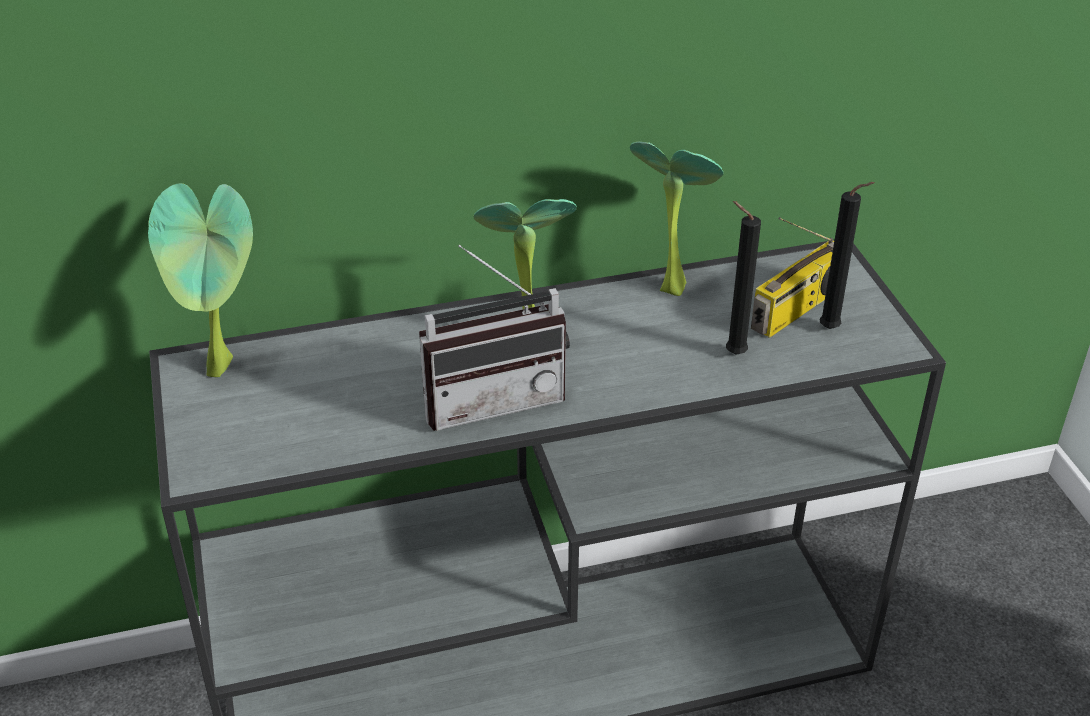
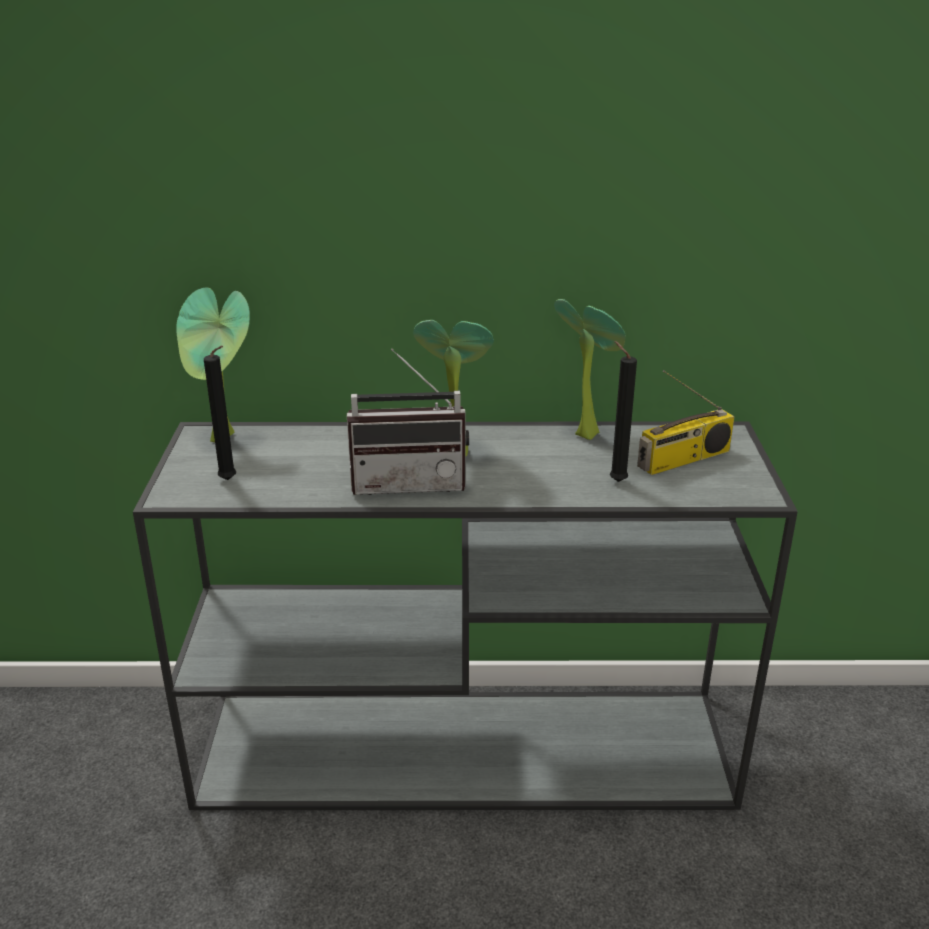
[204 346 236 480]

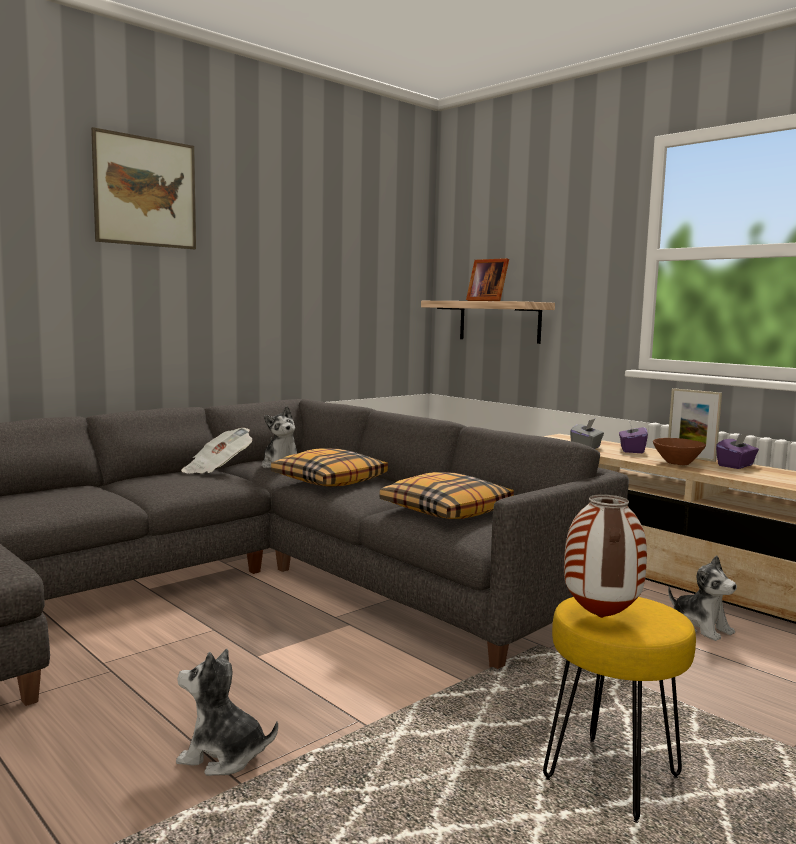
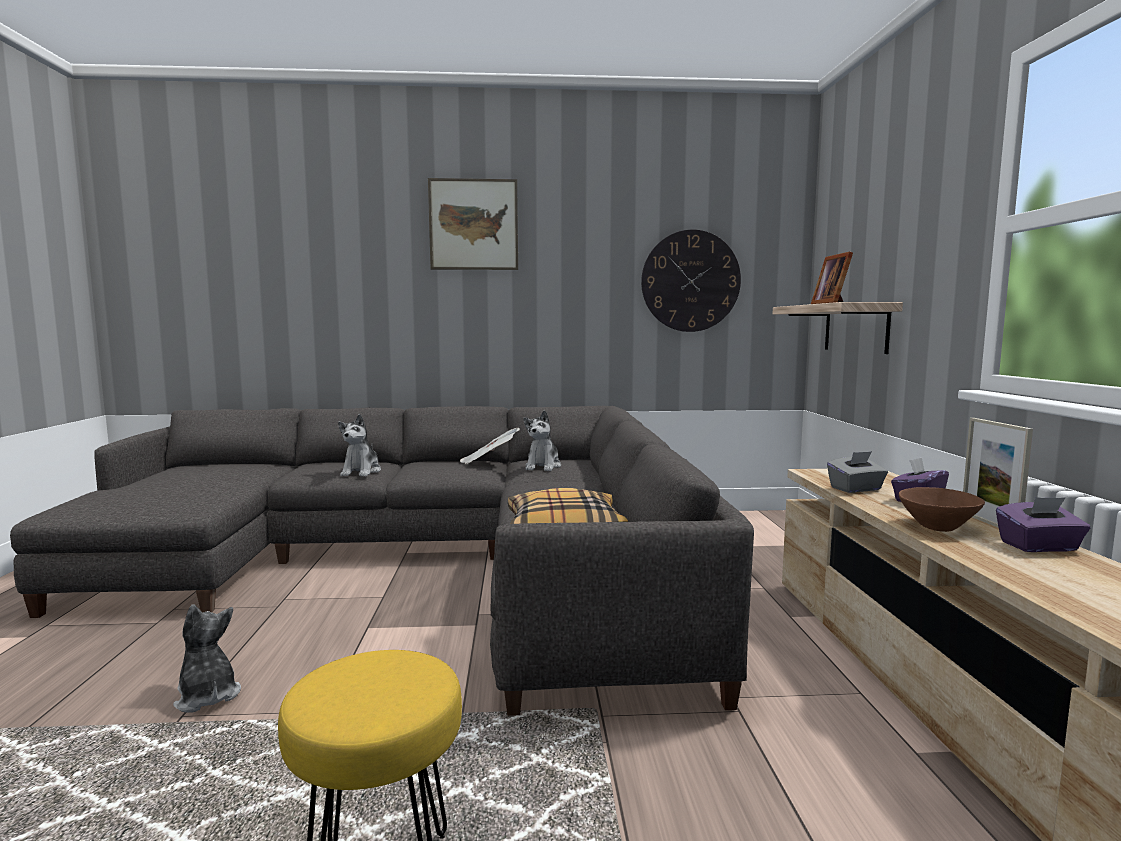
[271 449 388 487] (first image)
[564 494 647 618] (first image)
[338 414 381 476]
[641 230 741 332]

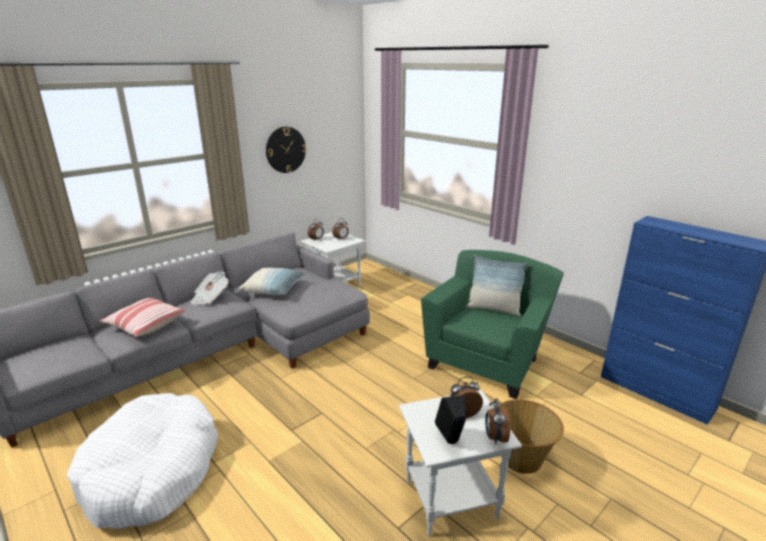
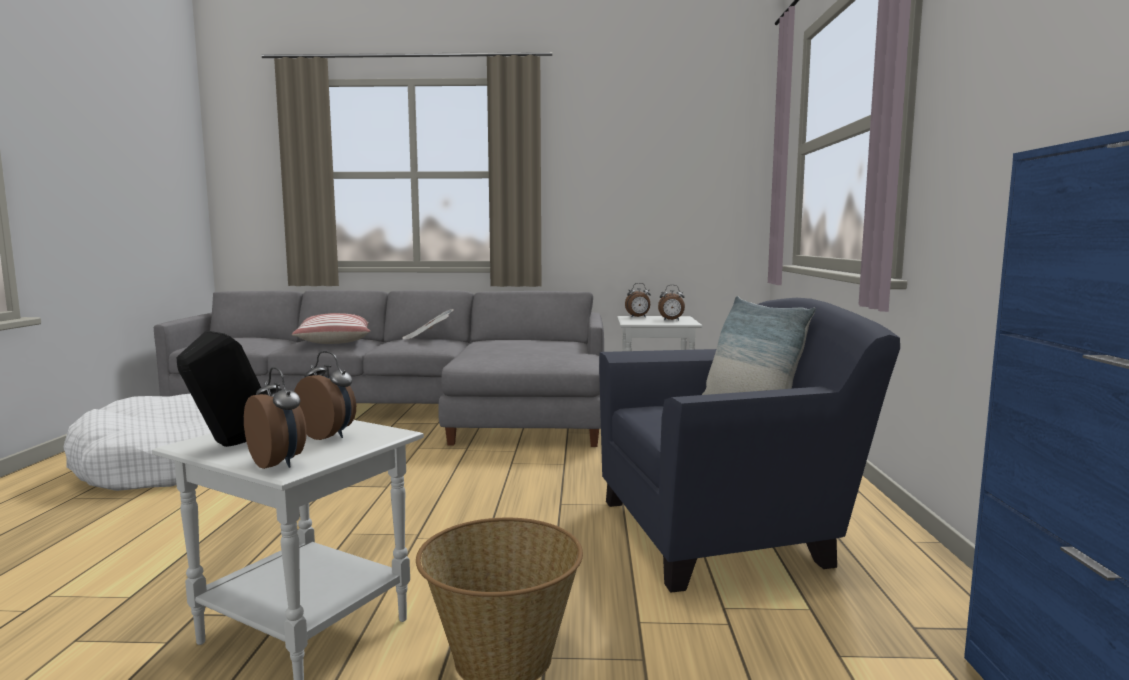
[239 268 306 295] (first image)
[266 127 306 173] (first image)
[599 298 900 593]
[244 367 307 469]

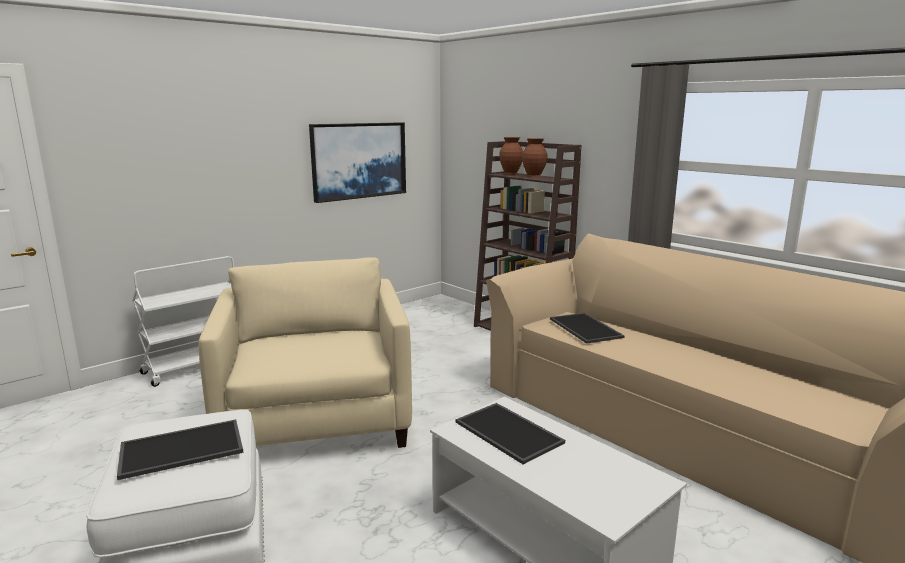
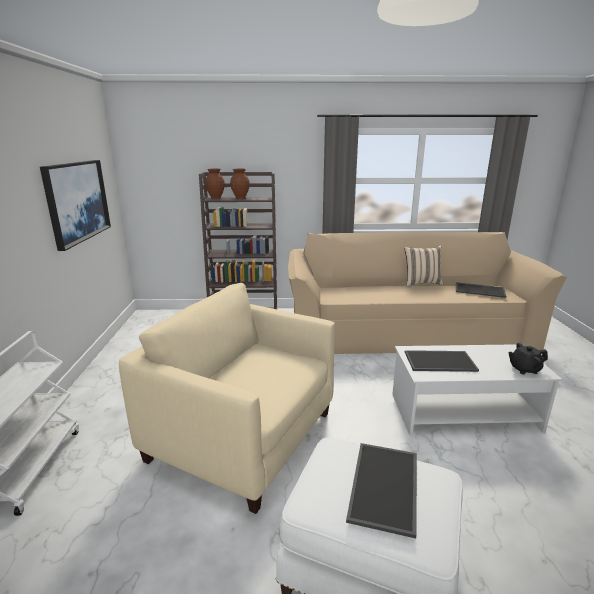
[456 282 506 298]
[404 245 443 287]
[508 343 548 374]

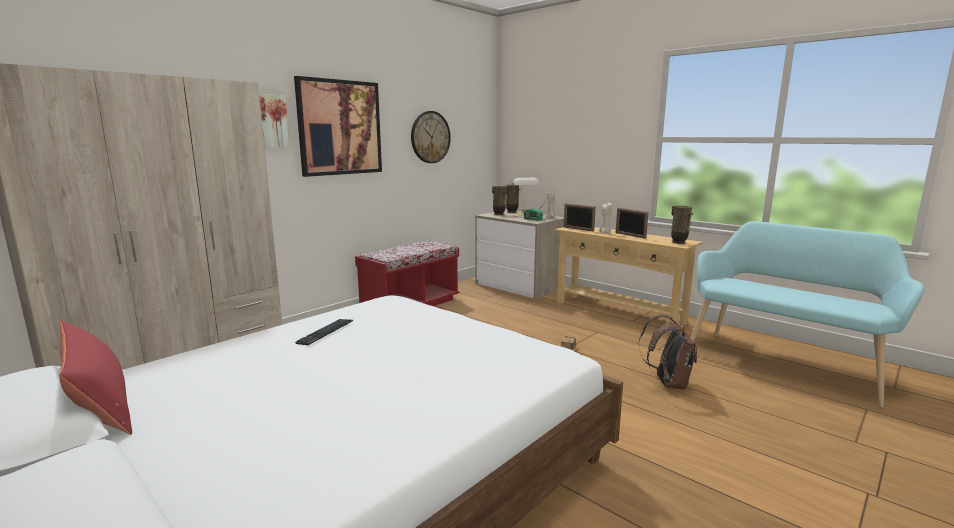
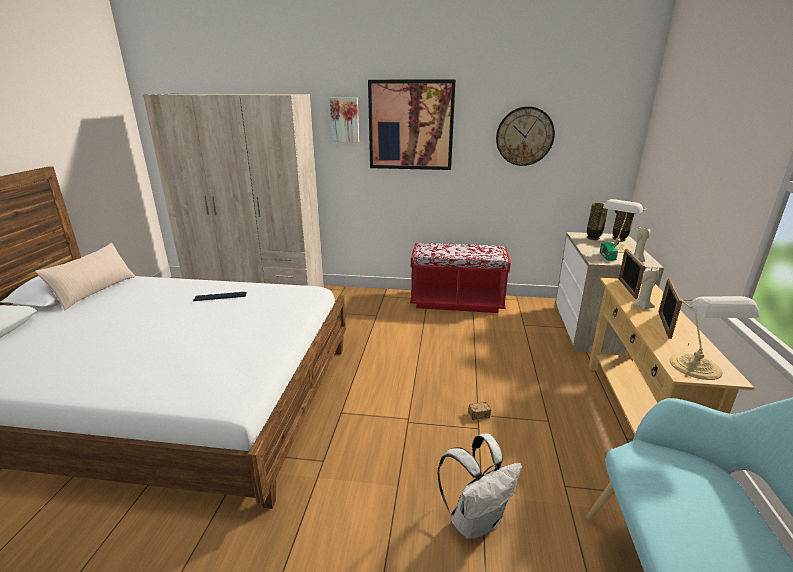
[35 243 136 310]
[437 434 522 540]
[669 296 760 380]

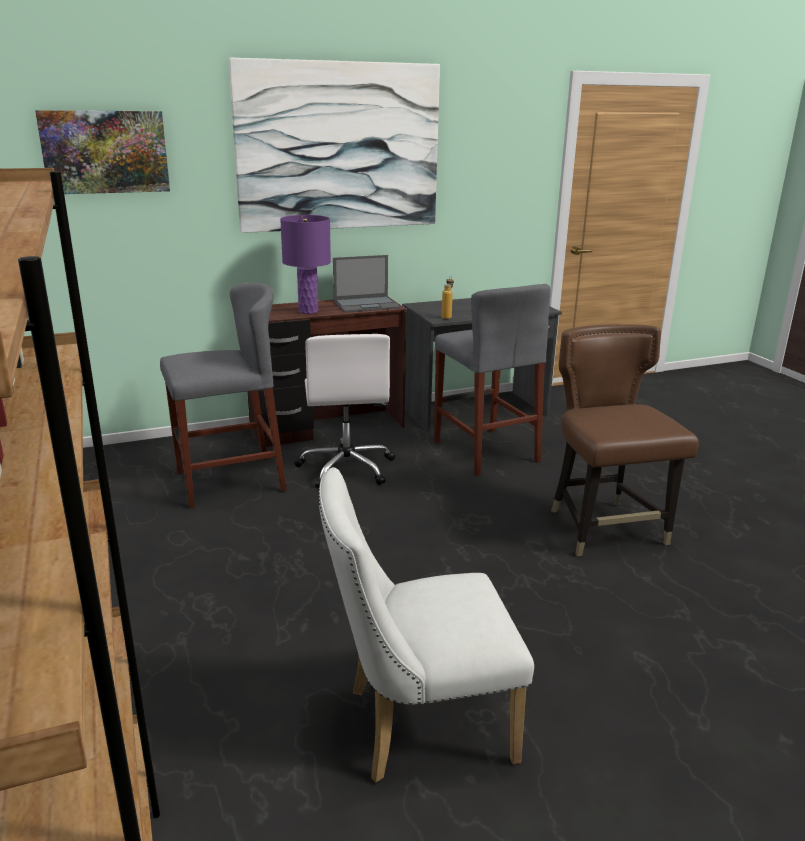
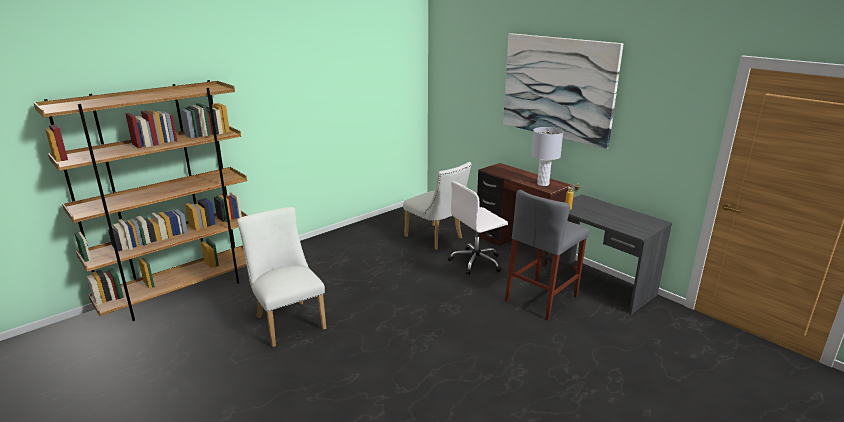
[35 110 170 194] (first image)
[403 162 472 250]
[280 215 331 314] (first image)
[531 127 563 186]
[551 324 699 556] (first image)

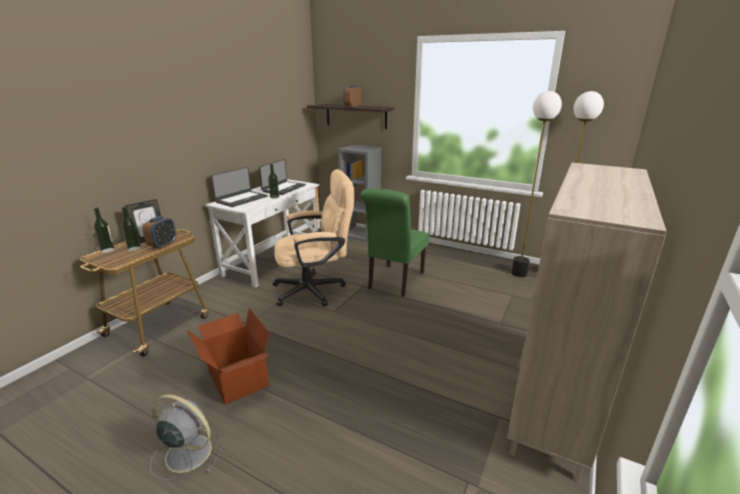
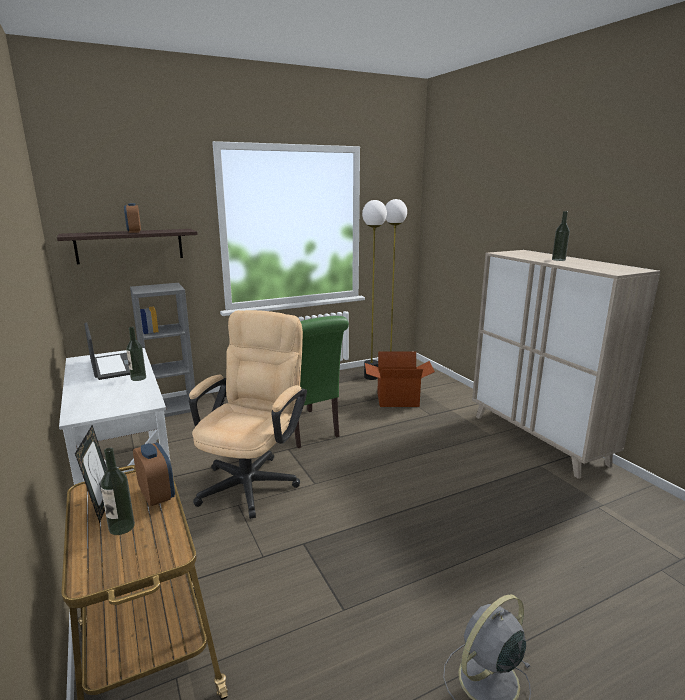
[552 211 570 261]
[365 352 435 407]
[211 167 268 207] (first image)

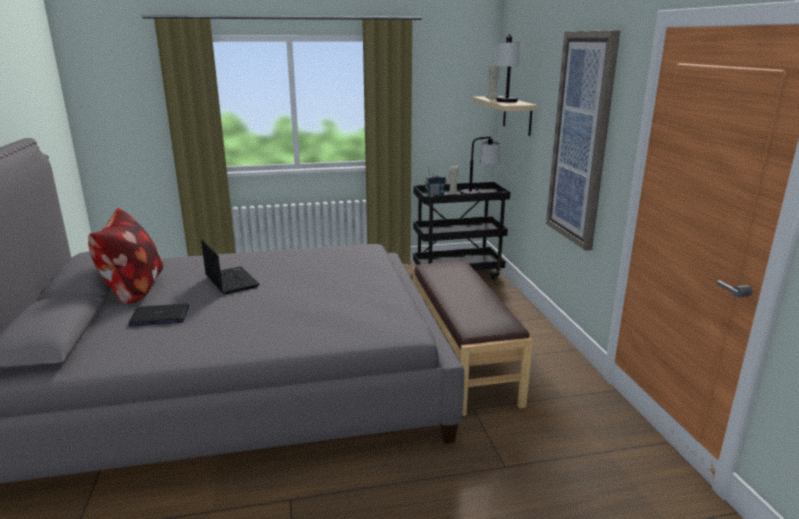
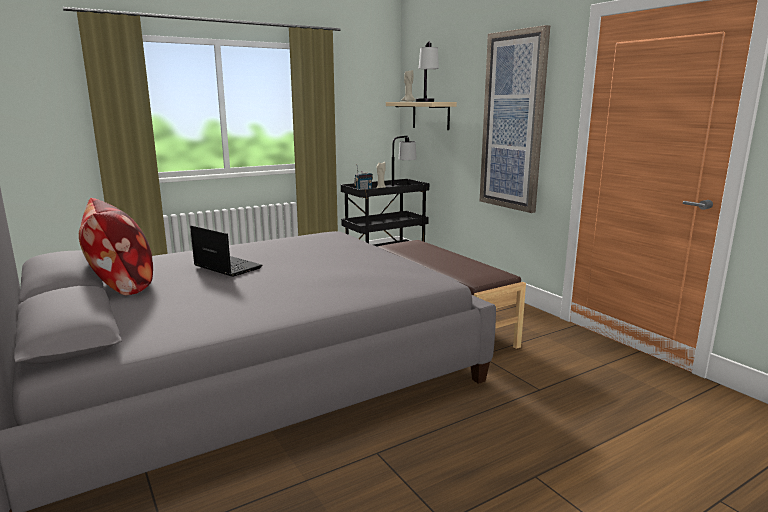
[128 304 189 327] (first image)

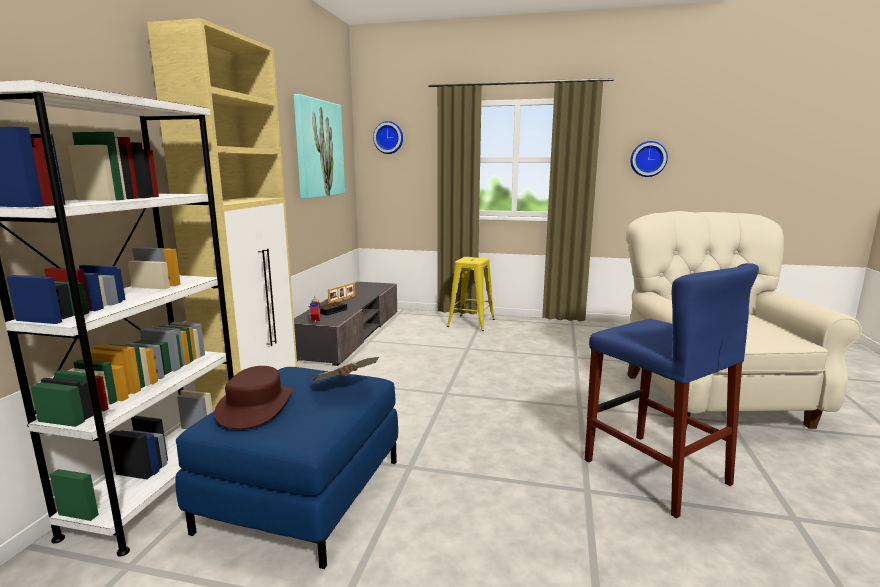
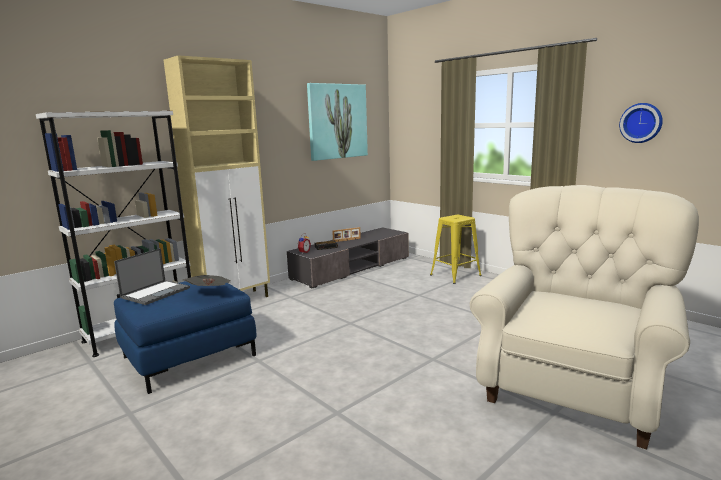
[114 248 190 305]
[373 121 403 154] (first image)
[585 263 759 518] (first image)

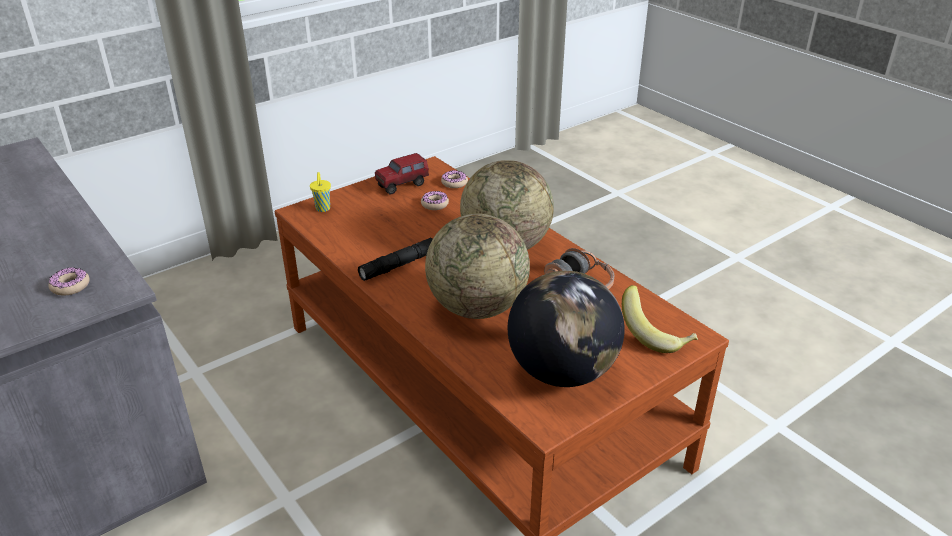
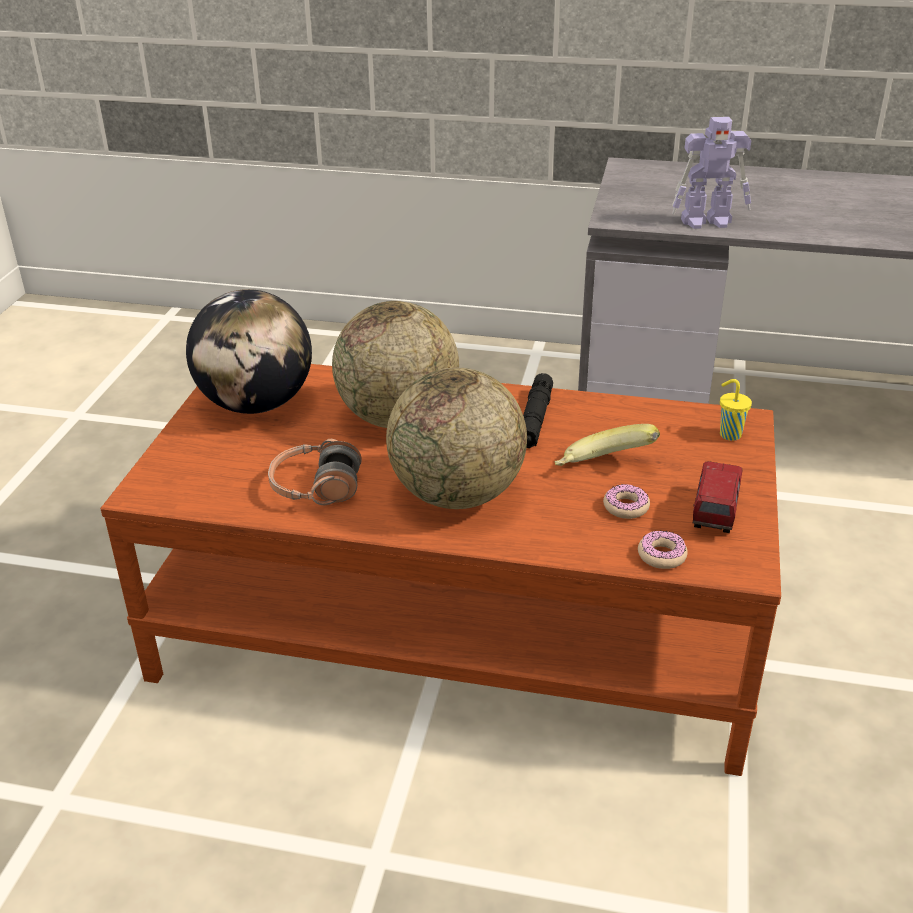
[48 267 90 296] (first image)
[555 424 660 466]
[672 117 752 229]

